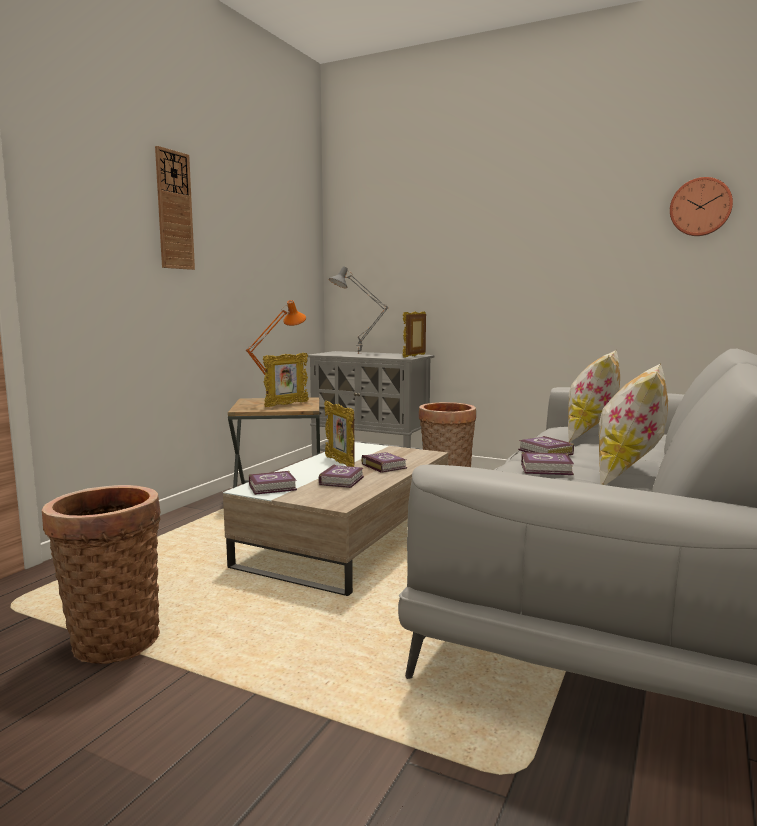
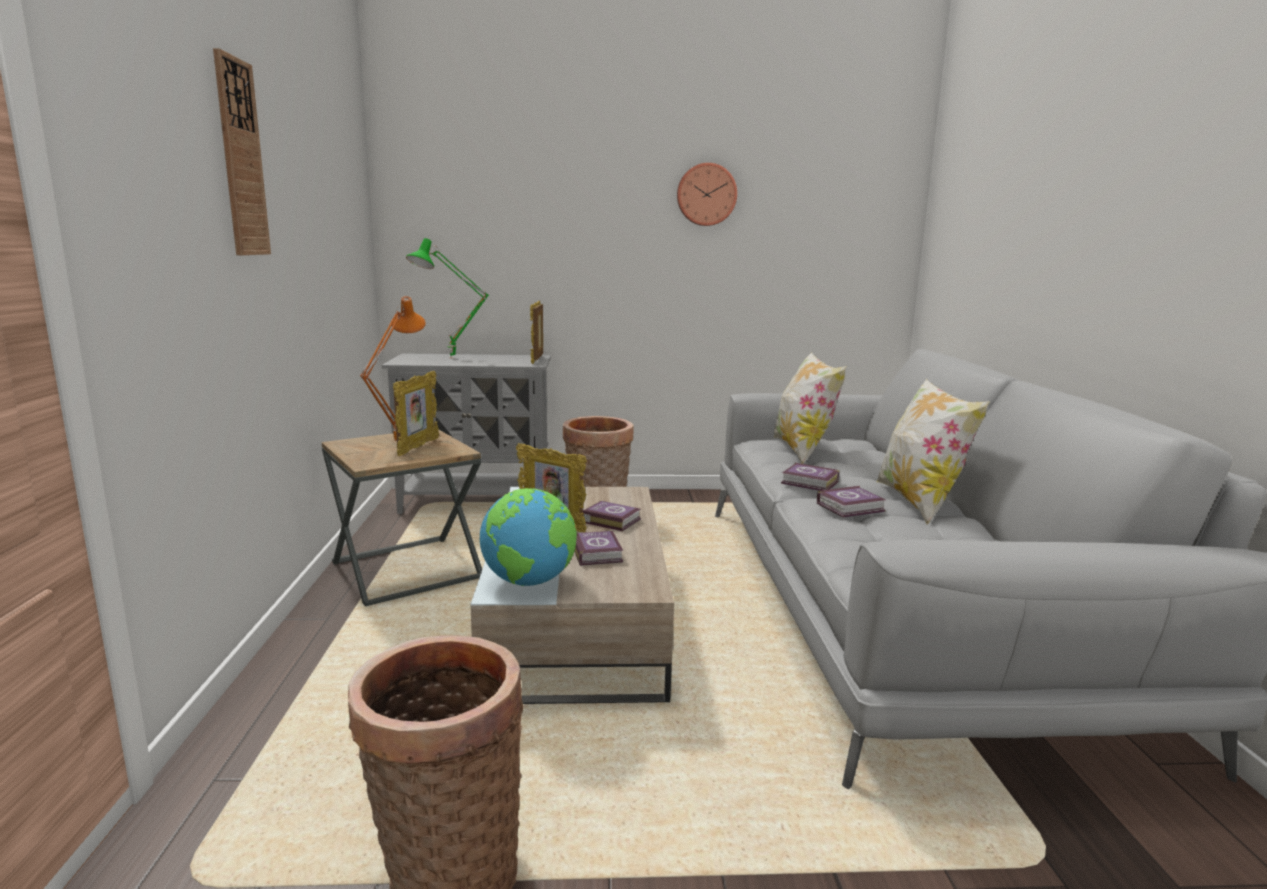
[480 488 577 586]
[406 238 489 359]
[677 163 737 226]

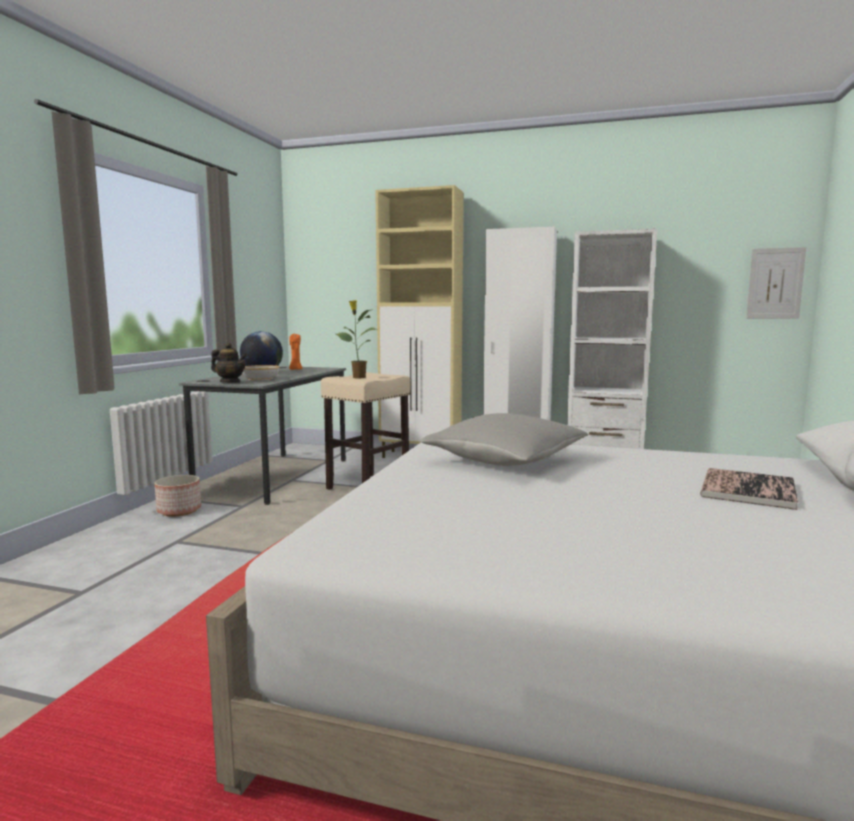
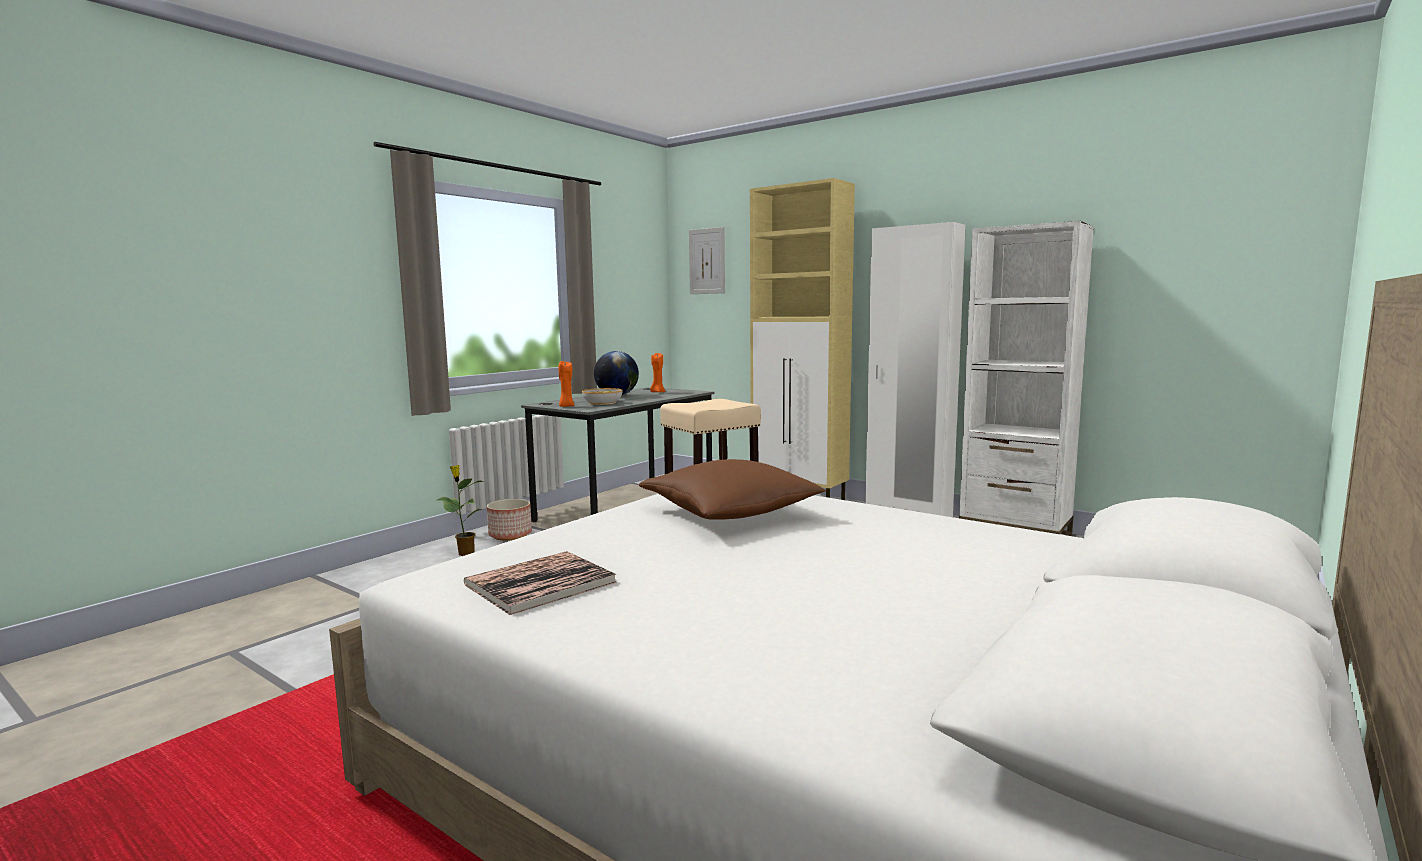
[558 361 574 407]
[437 465 484 556]
[639 459 826 520]
[464 551 617 615]
[689 227 725 294]

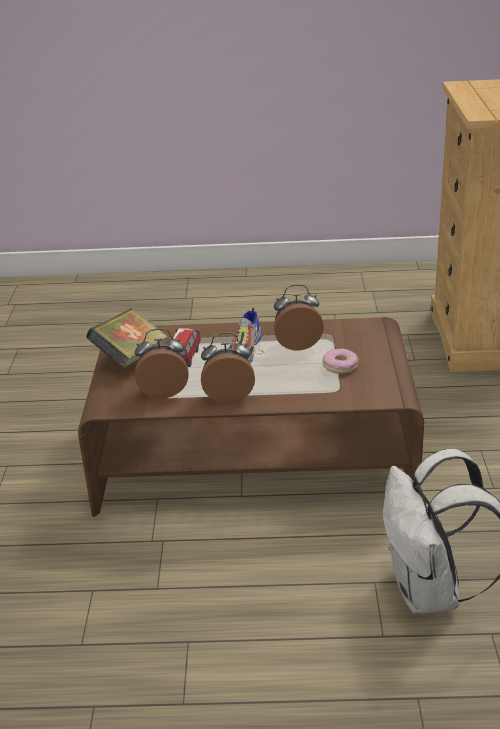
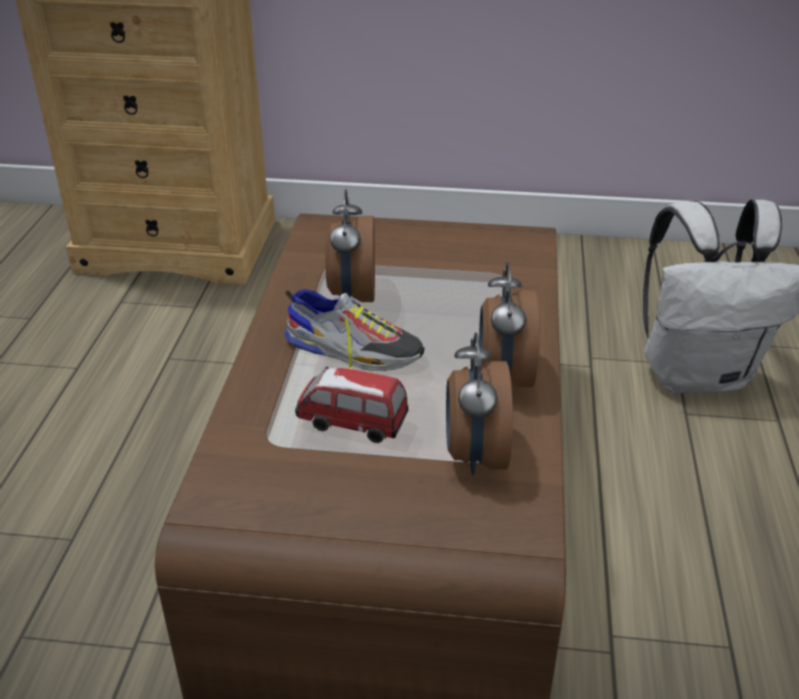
[86 308 168 368] (first image)
[322 348 359 374] (first image)

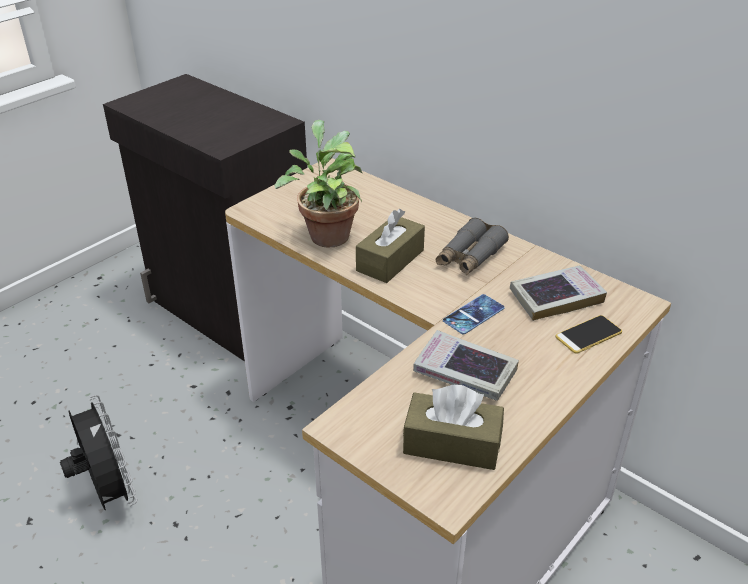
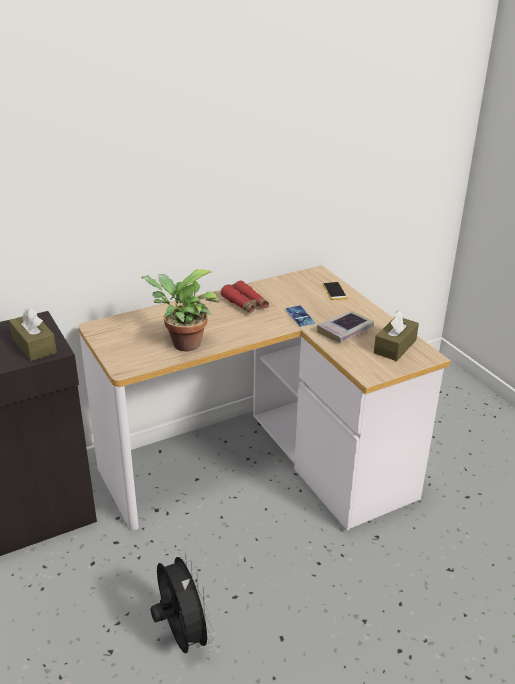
[150 552 215 653]
[9 307 57 361]
[221 280 269 313]
[510 266 607 321] (first image)

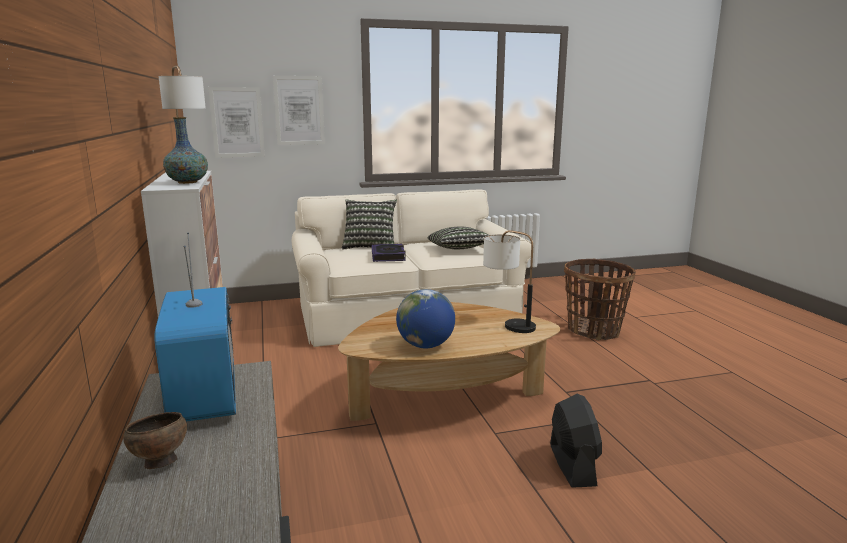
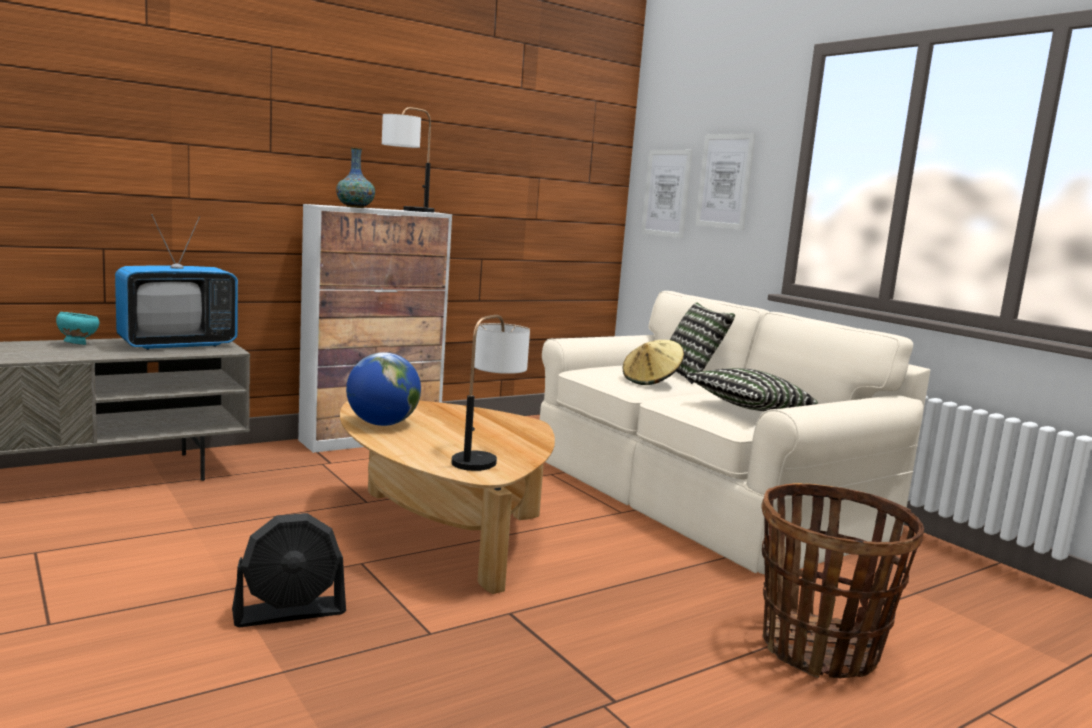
[56 312 99 345]
[623 340 684 385]

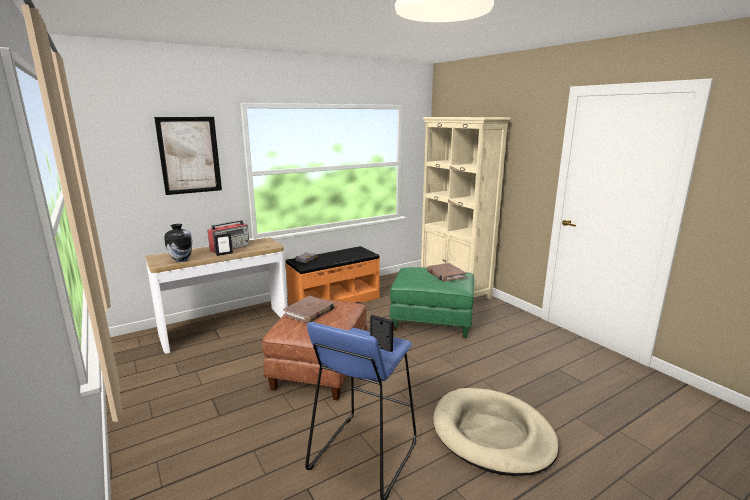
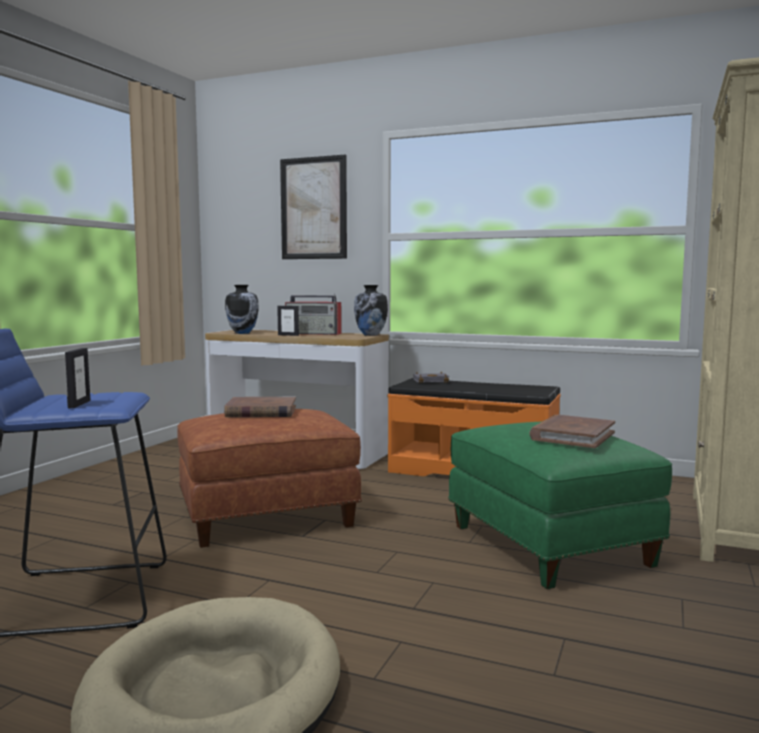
[354 285 388 336]

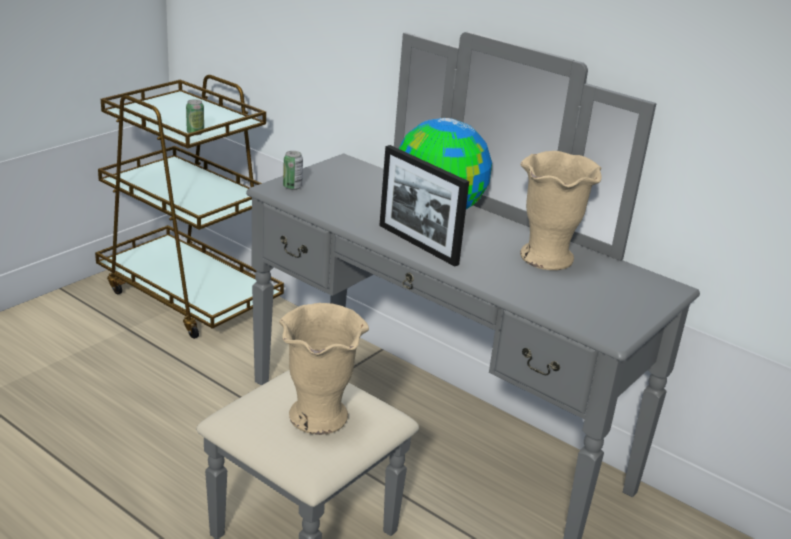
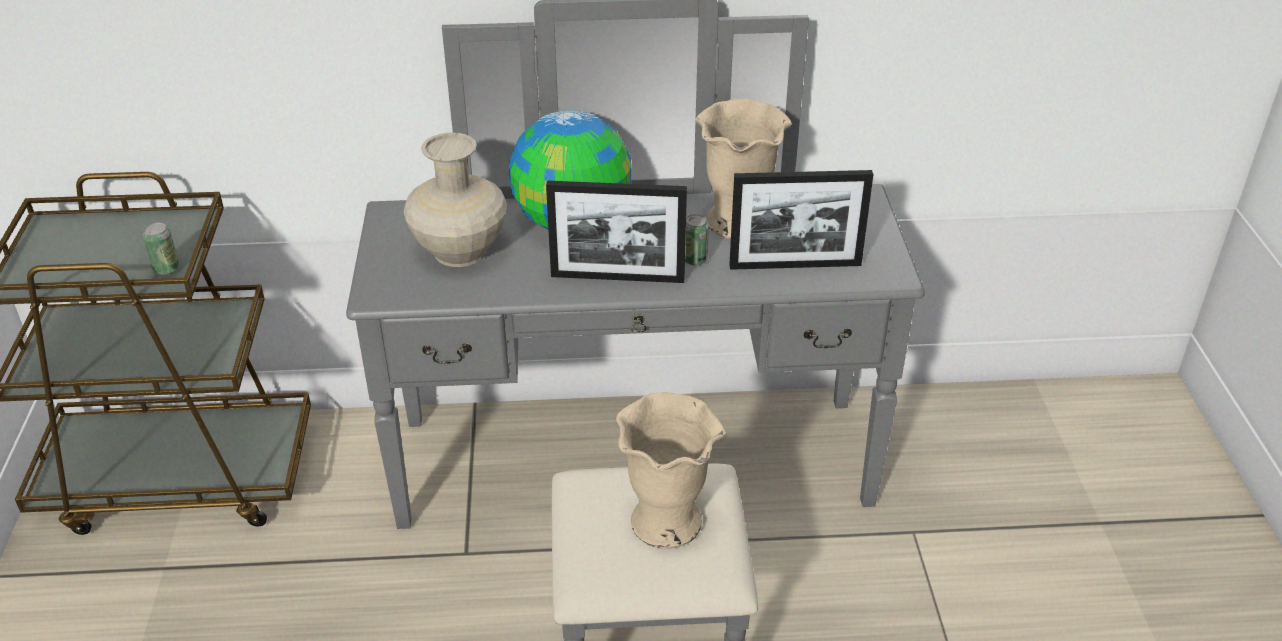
[685 214 709 266]
[403 133 507 267]
[729 170 873 270]

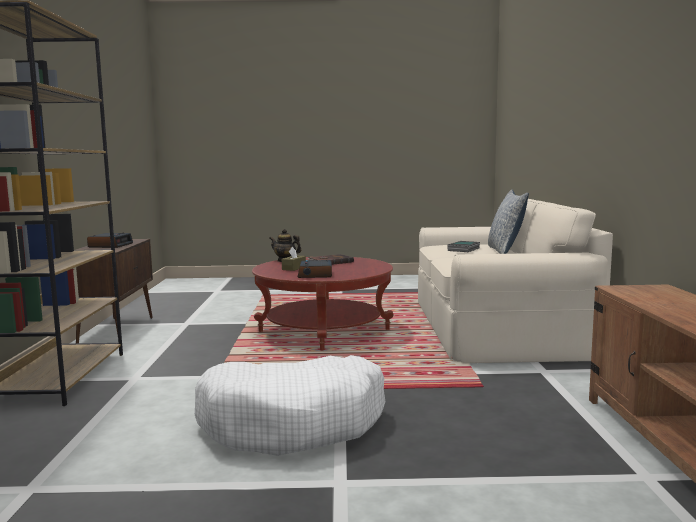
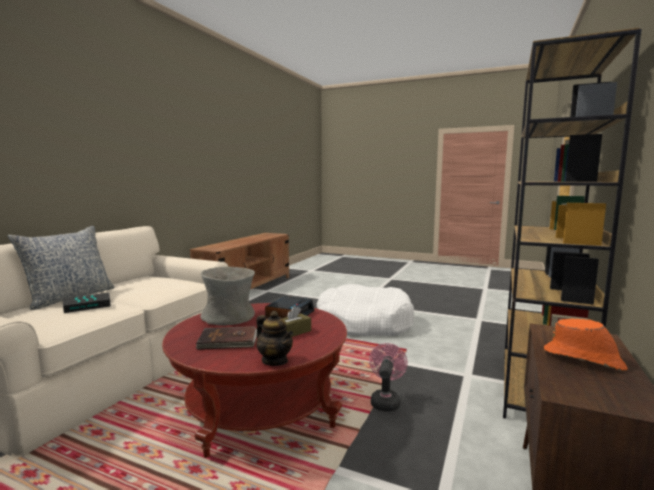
[544 318 627 371]
[200 266 255 326]
[369 343 408 412]

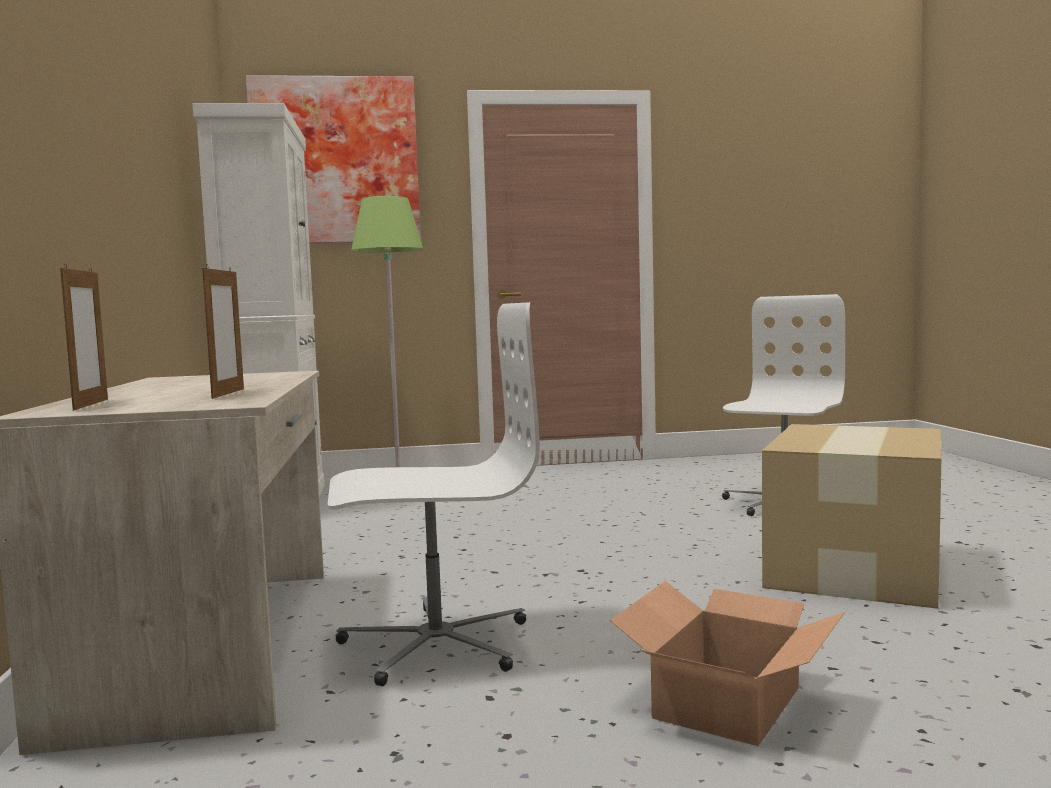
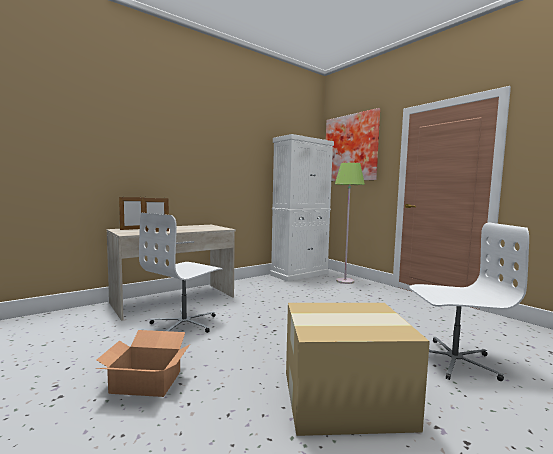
[139 213 223 333]

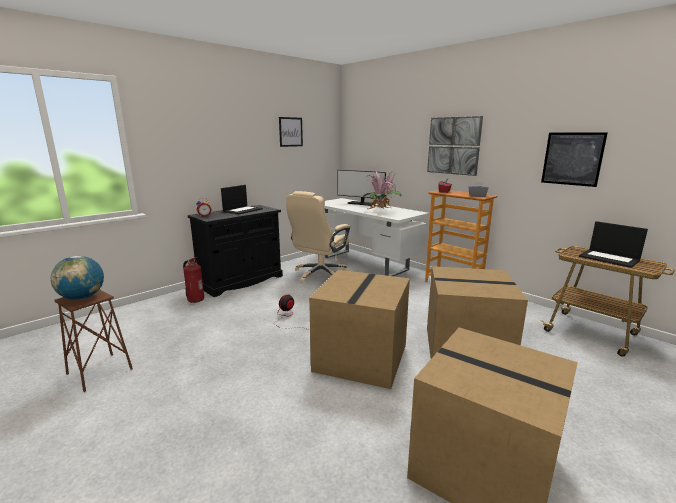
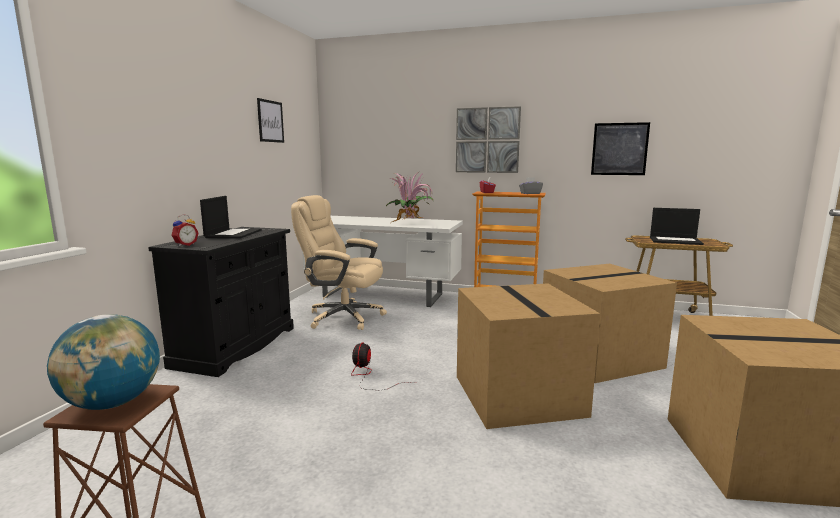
[183 257 204 303] (first image)
[291 195 387 330]
[338 170 386 206] (first image)

